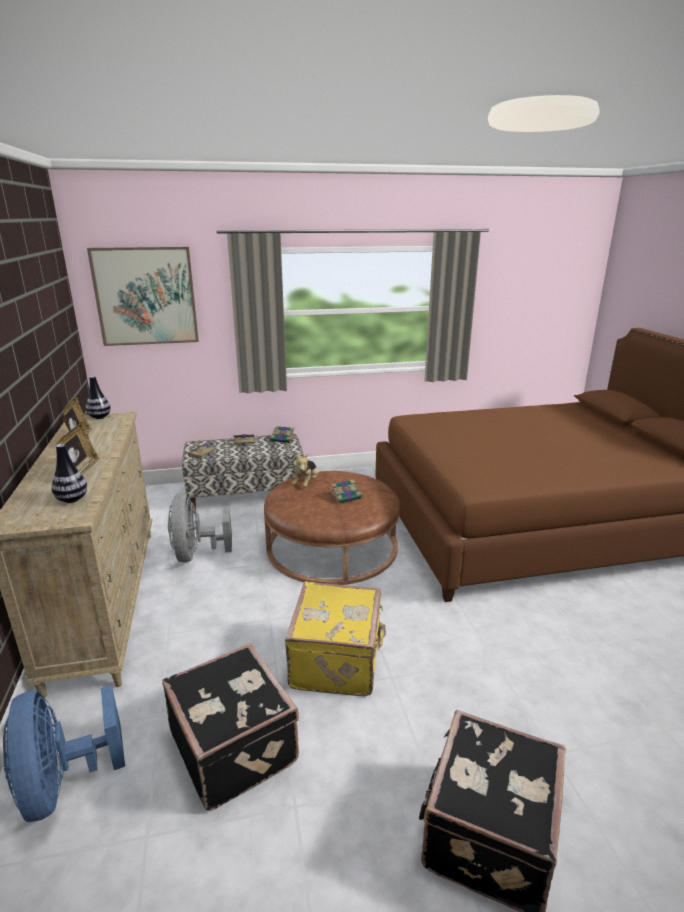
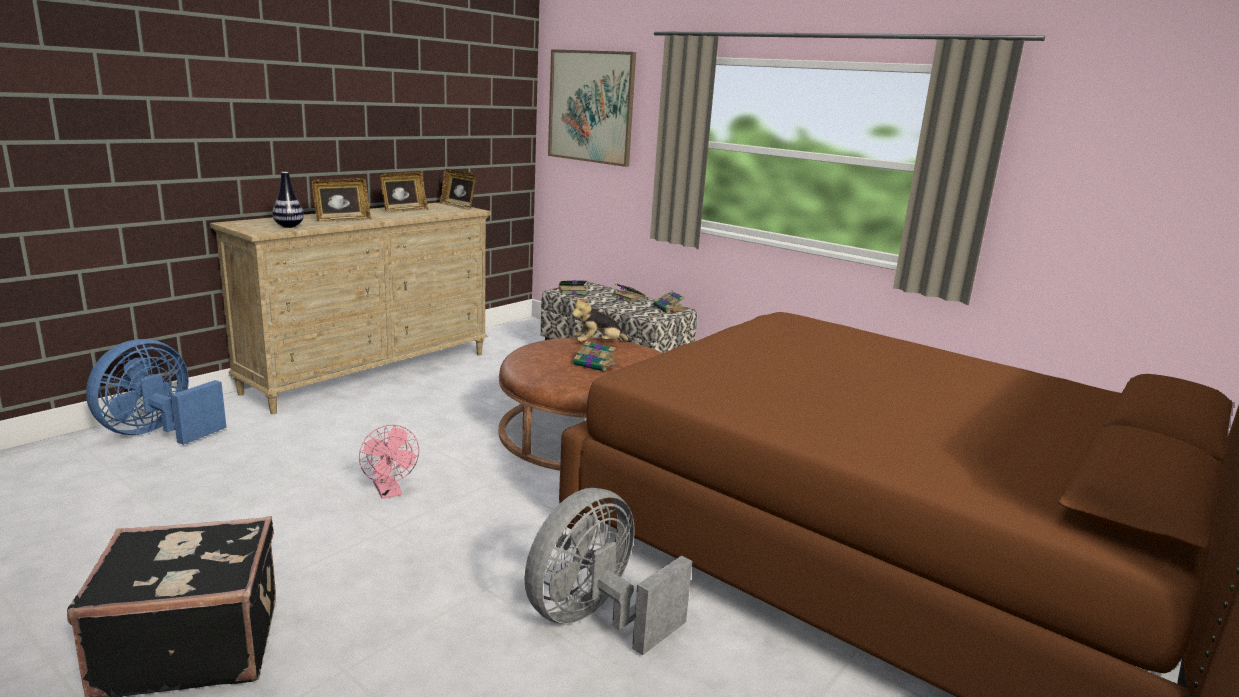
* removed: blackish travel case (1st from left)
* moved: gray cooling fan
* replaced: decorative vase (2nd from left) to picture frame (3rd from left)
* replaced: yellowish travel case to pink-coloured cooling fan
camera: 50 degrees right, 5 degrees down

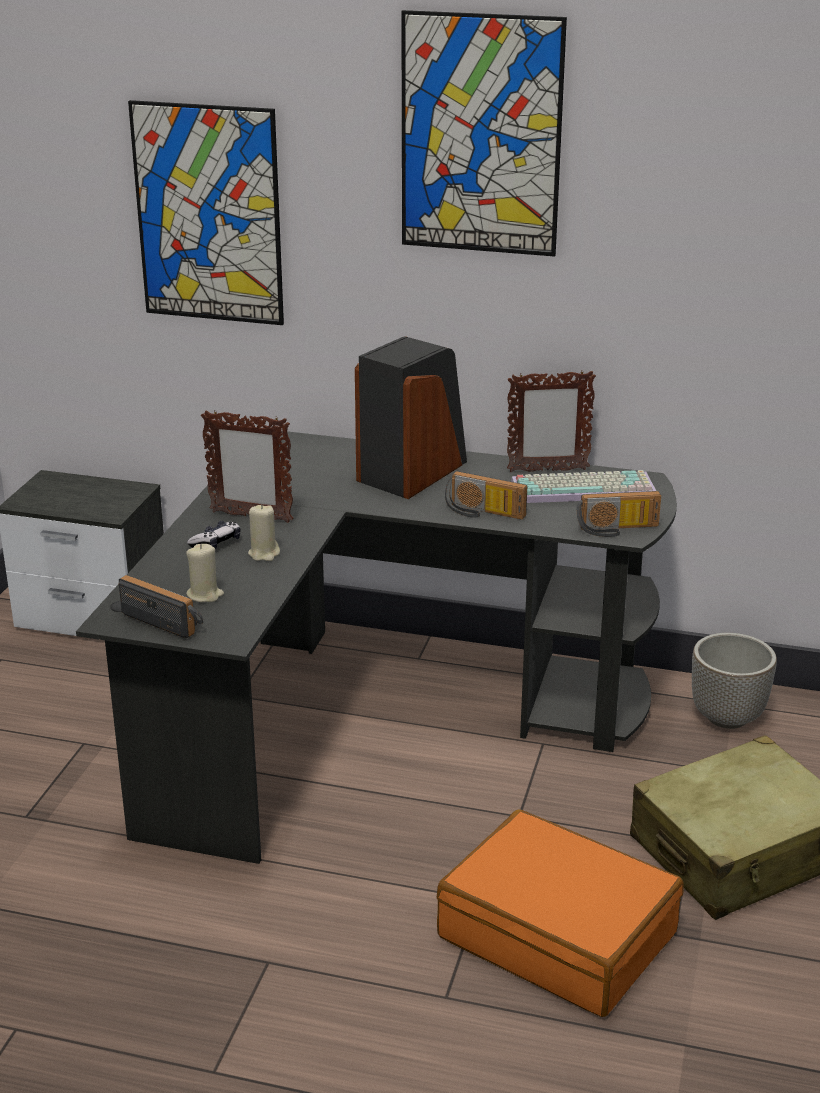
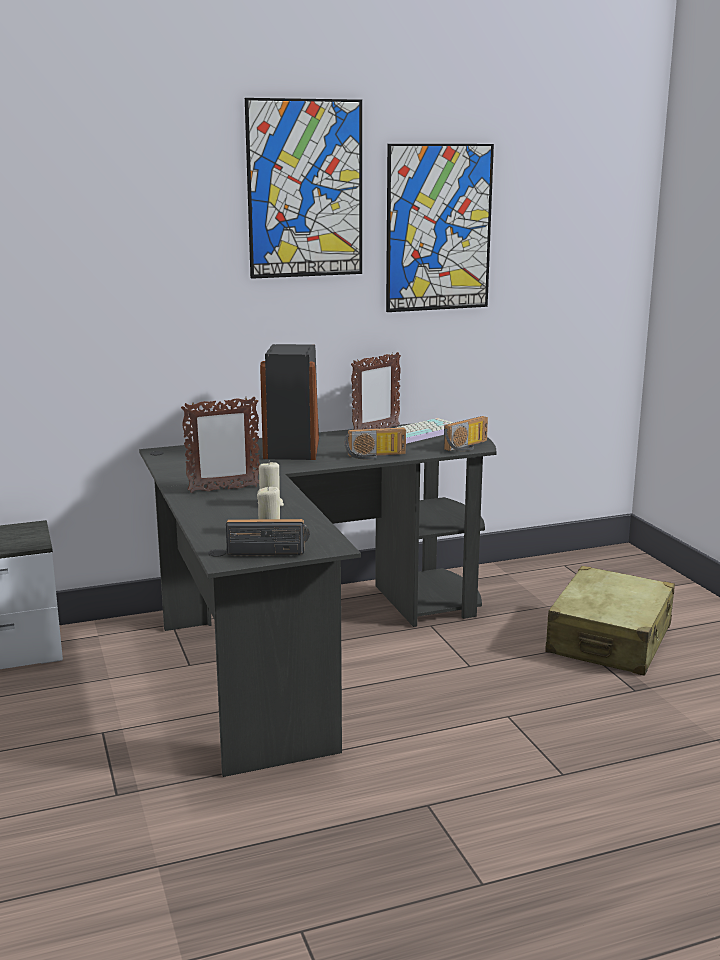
* removed: joypad
* removed: orangey travel case
* removed: plant pot
* moved: picture (1st from left in the first image) to picture (2nd from left)
camera: 35 degrees left, 10 degrees down

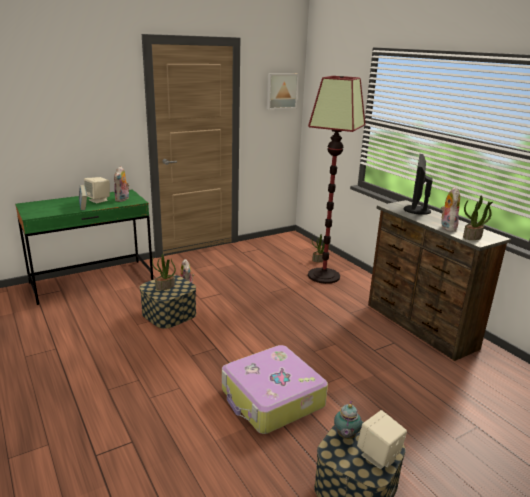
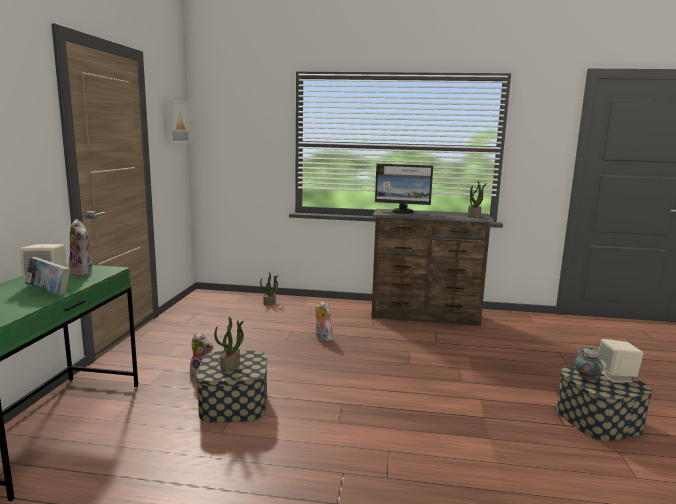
* removed: travel case
* removed: standing lamp
* moved: soft toy (3rd from left)
* turned: tea pot 150 degrees counterclockwise
* turned: monitor 45 degrees counterclockwise
camera: 50 degrees left, 10 degrees down

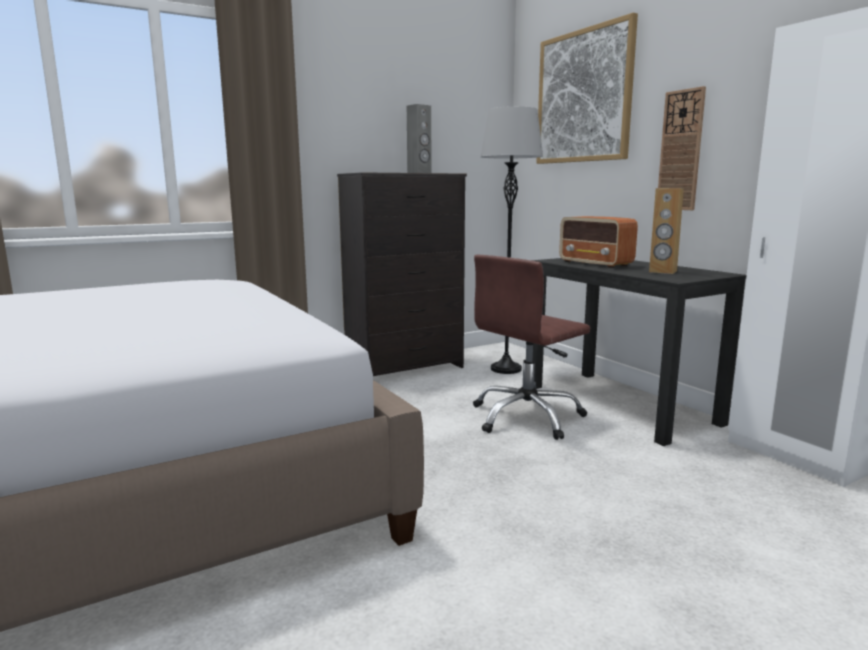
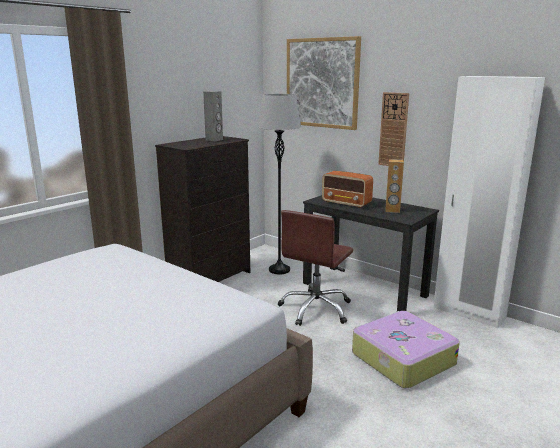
* added: travel case
camera: 20 degrees left, 5 degrees up

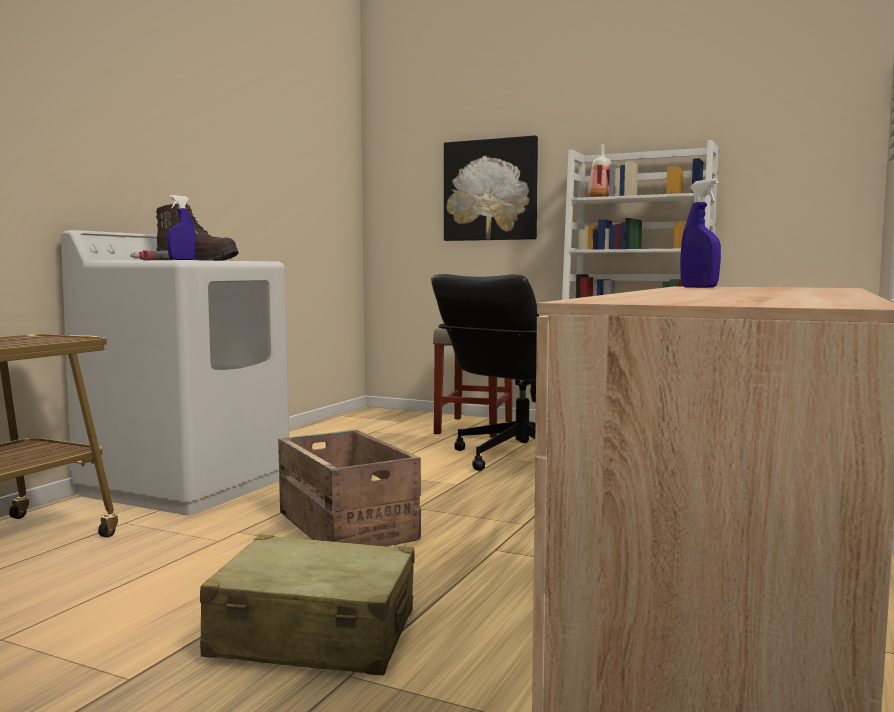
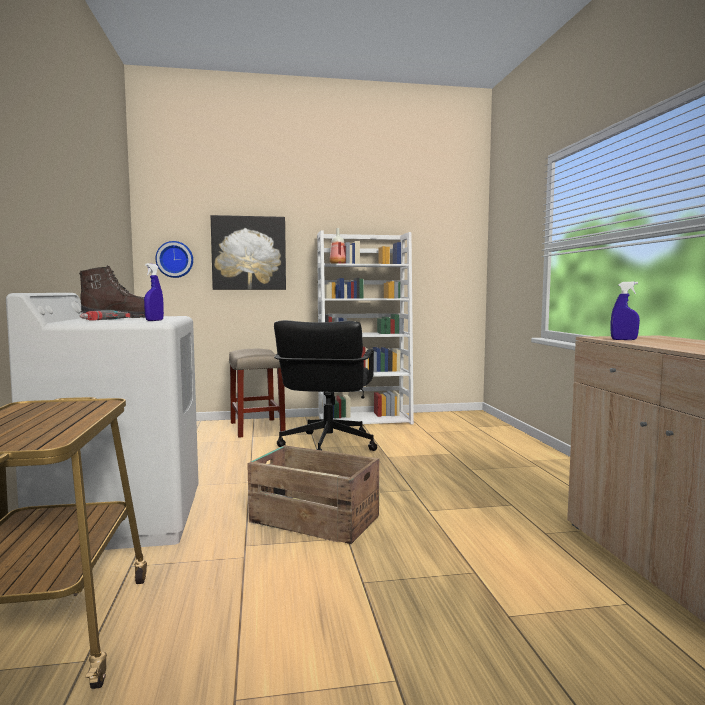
* removed: beige travel case
* added: hanging clock
camera: 35 degrees left, 0 degrees up

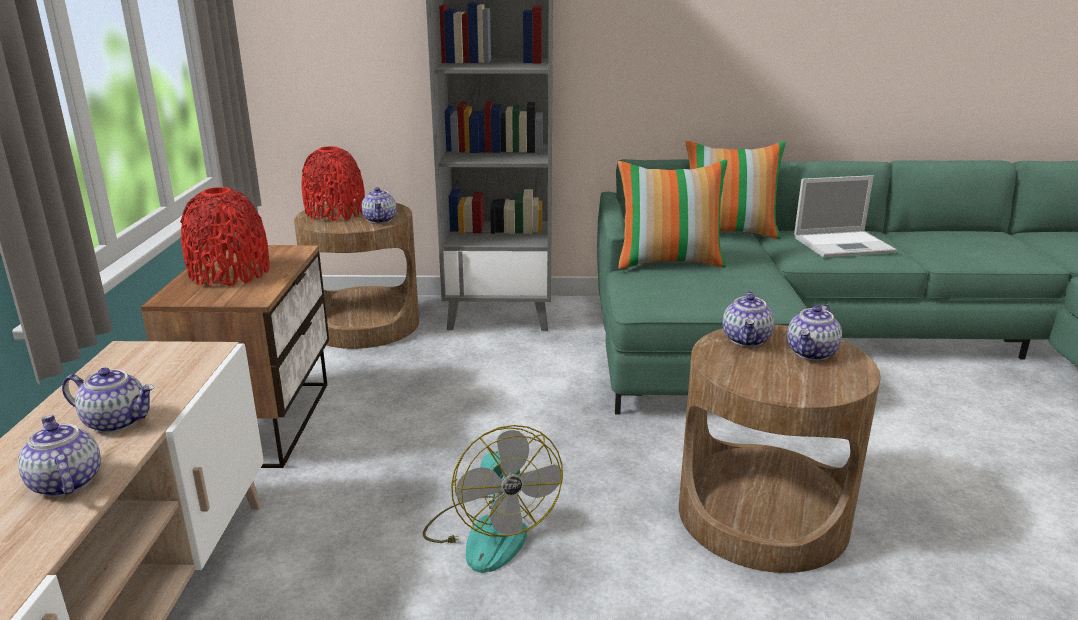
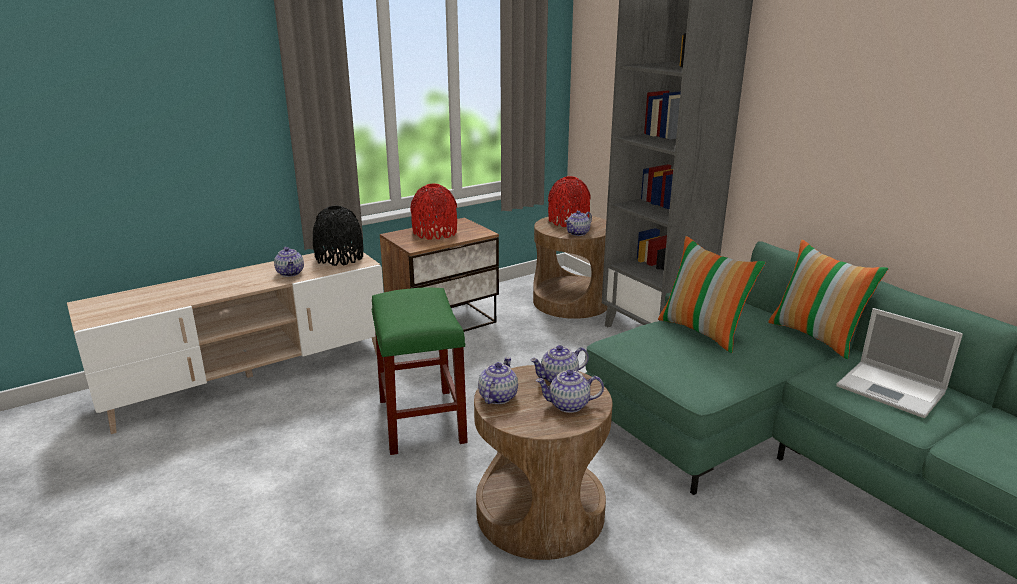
* added: blackish decorative vase
* moved: tea pot (1st from left in the first image) to tea pot (2nd from left)
* replaced: cooling fan to greenish stool seat
camera: 55 degrees right, 0 degrees up

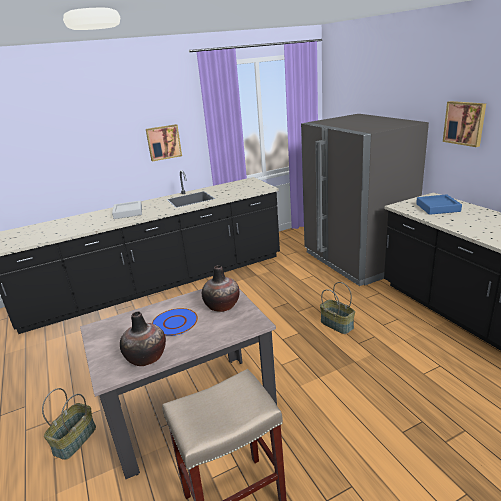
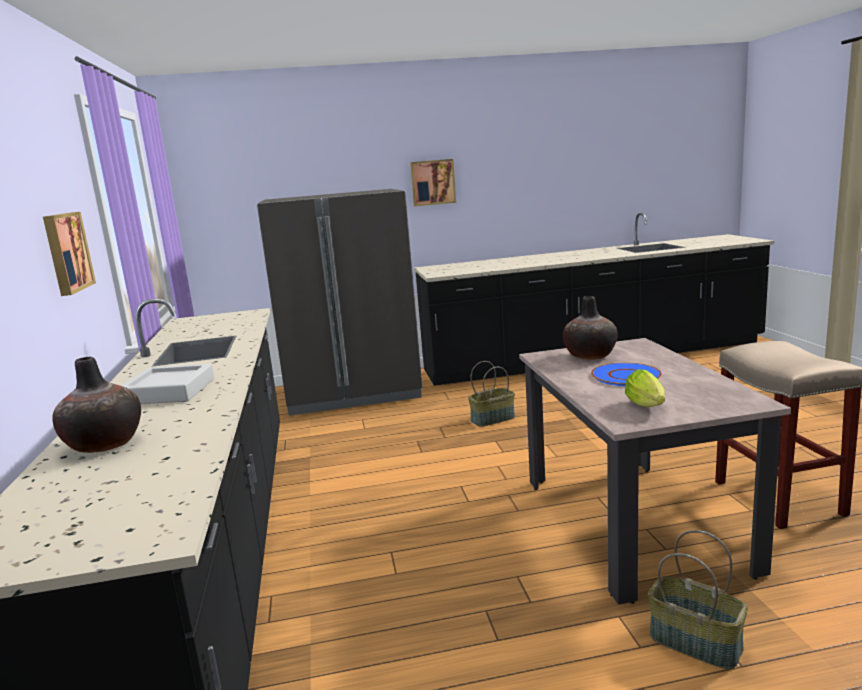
* removed: bluish serving tray
* added: head of lettuce
* moved: decorative vase (1st from left)
camera: 75 degrees left, 10 degrees down

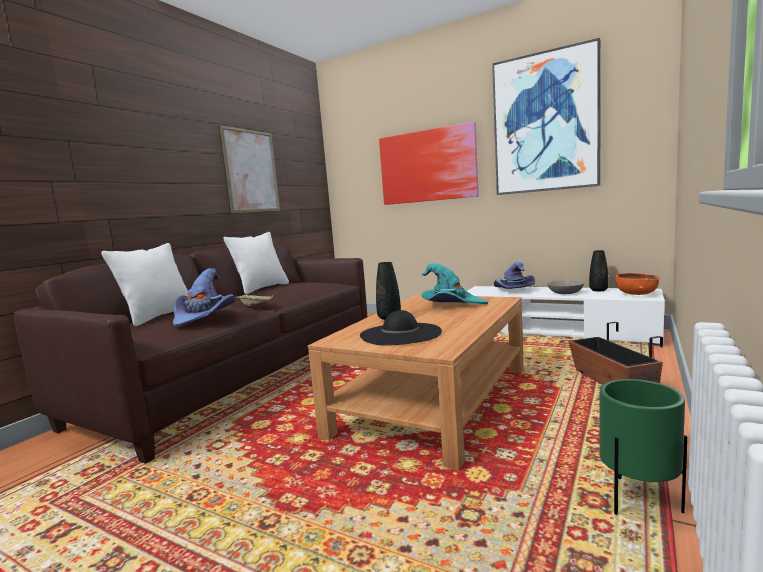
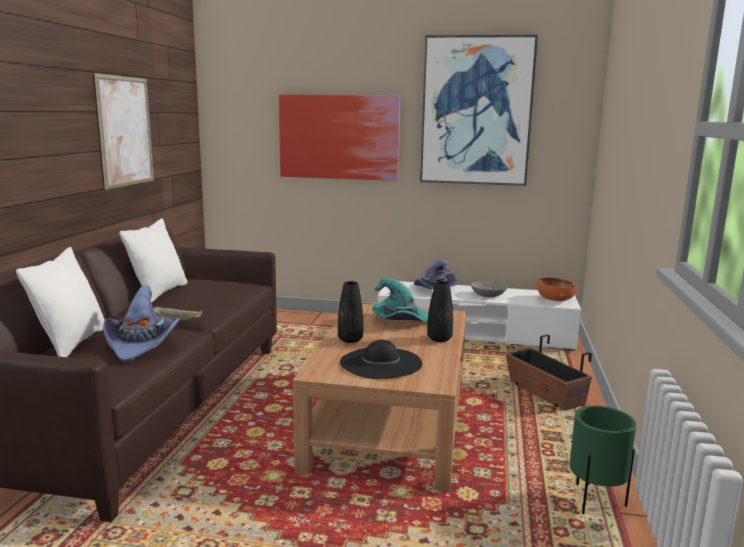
* moved: blackish decorative vase (2nd from left)
camera: 20 degrees left, 5 degrees up

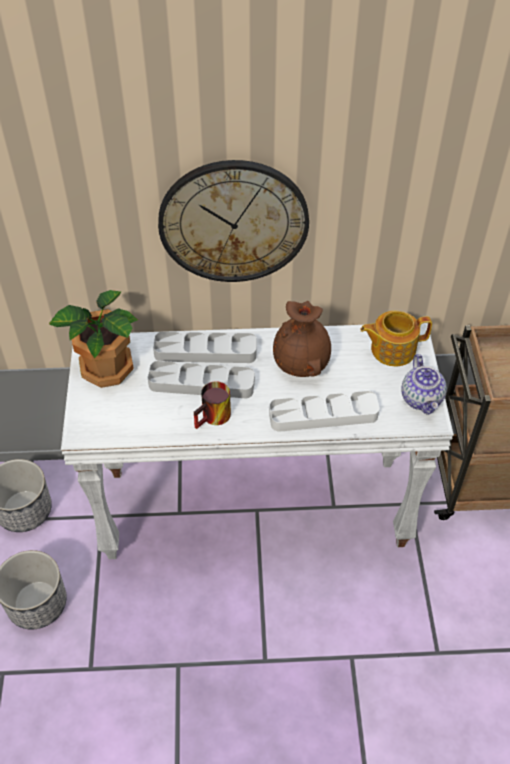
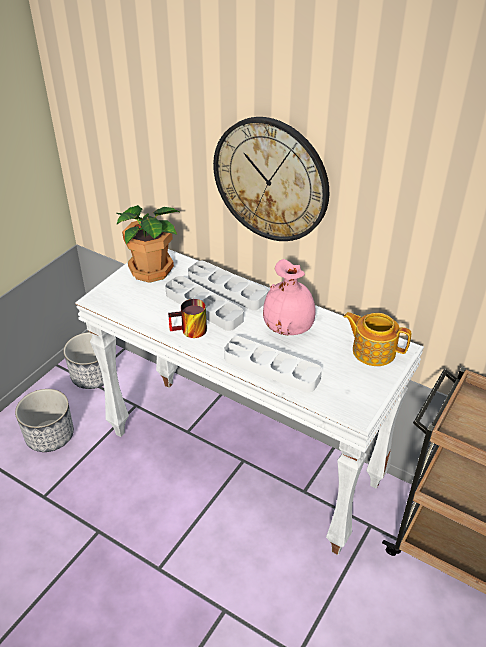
* removed: tea pot (2nd from left)
* recoloured: brown decorative vase to pink-coloured decorative vase
camera: 35 degrees right, 10 degrees down

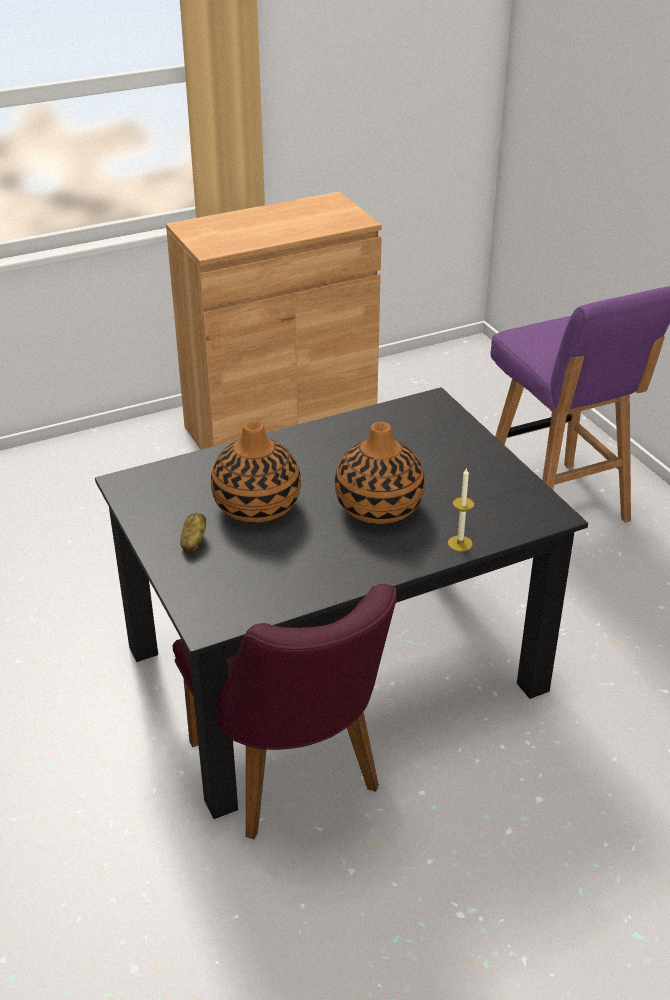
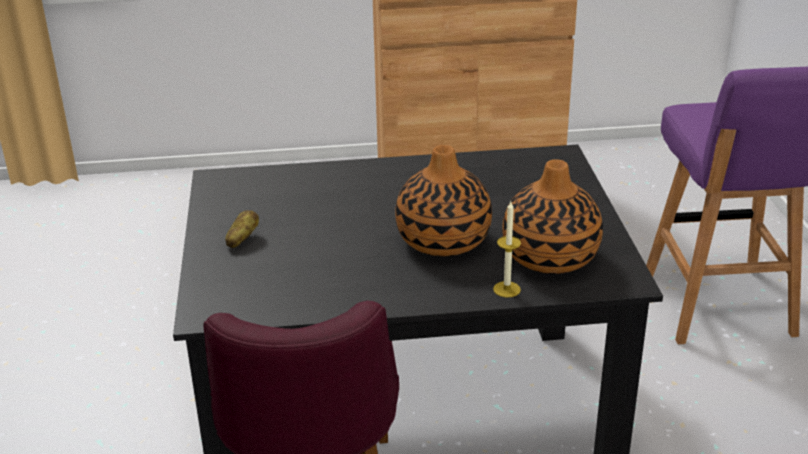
* moved: decorative vase (1st from left in the first image) to decorative vase (2nd from left)
camera: 20 degrees right, 5 degrees down

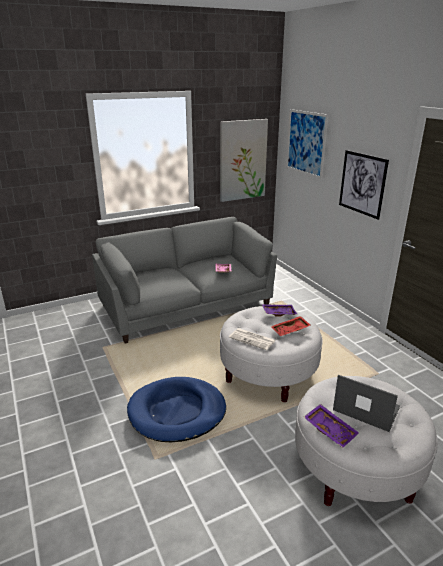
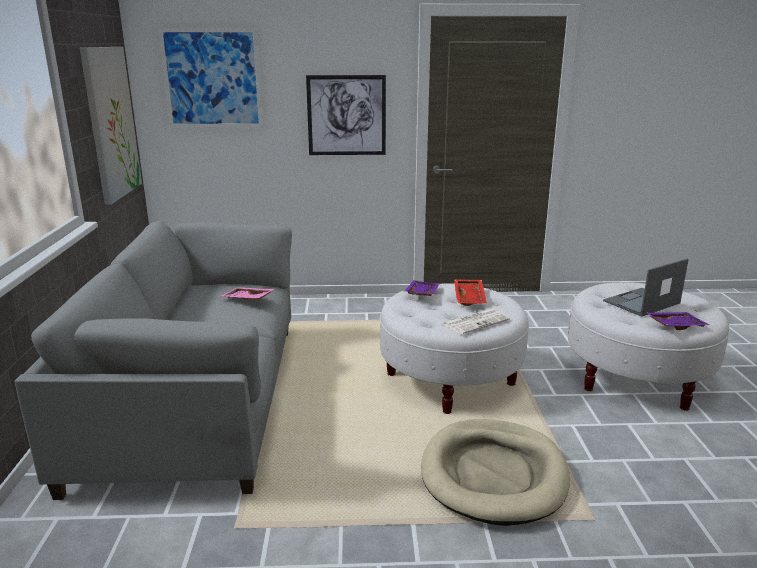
* recoloured: bluish dog bed to beige dog bed
camera: 65 degrees left, 5 degrees down

